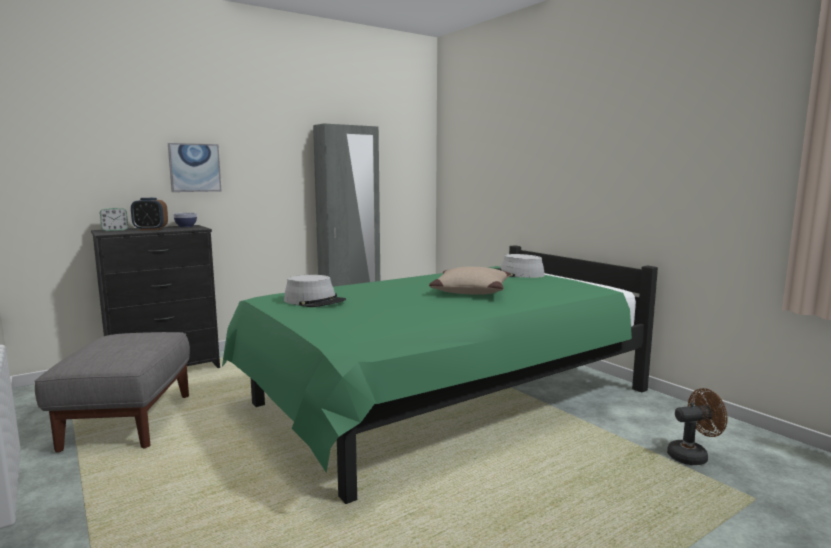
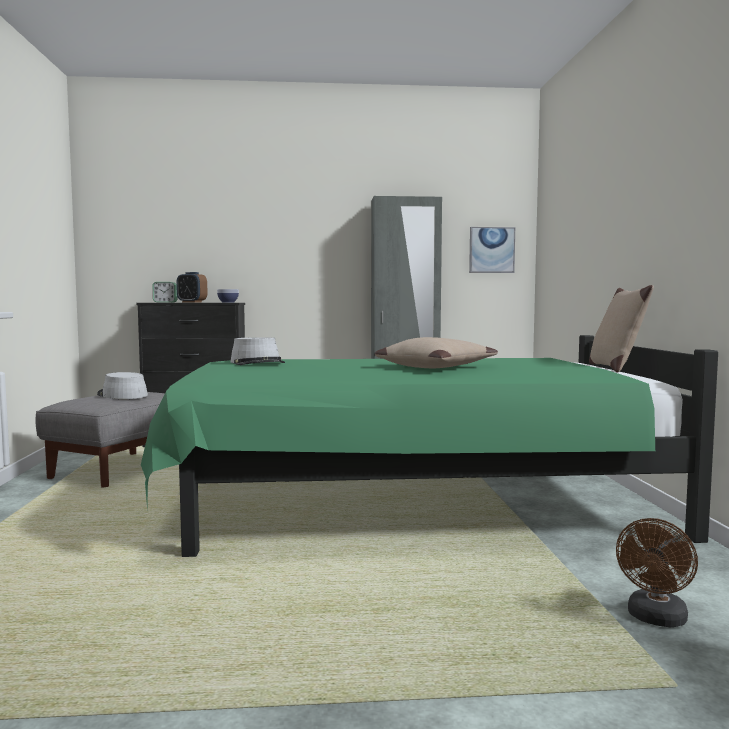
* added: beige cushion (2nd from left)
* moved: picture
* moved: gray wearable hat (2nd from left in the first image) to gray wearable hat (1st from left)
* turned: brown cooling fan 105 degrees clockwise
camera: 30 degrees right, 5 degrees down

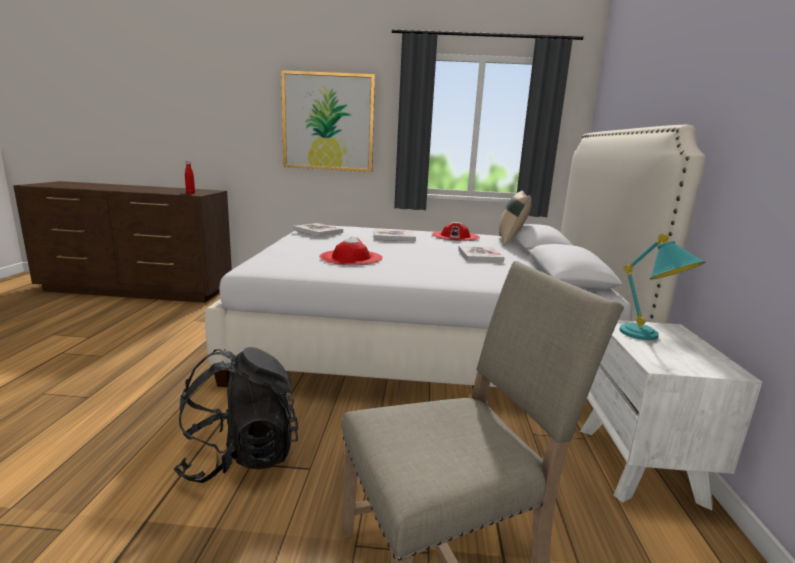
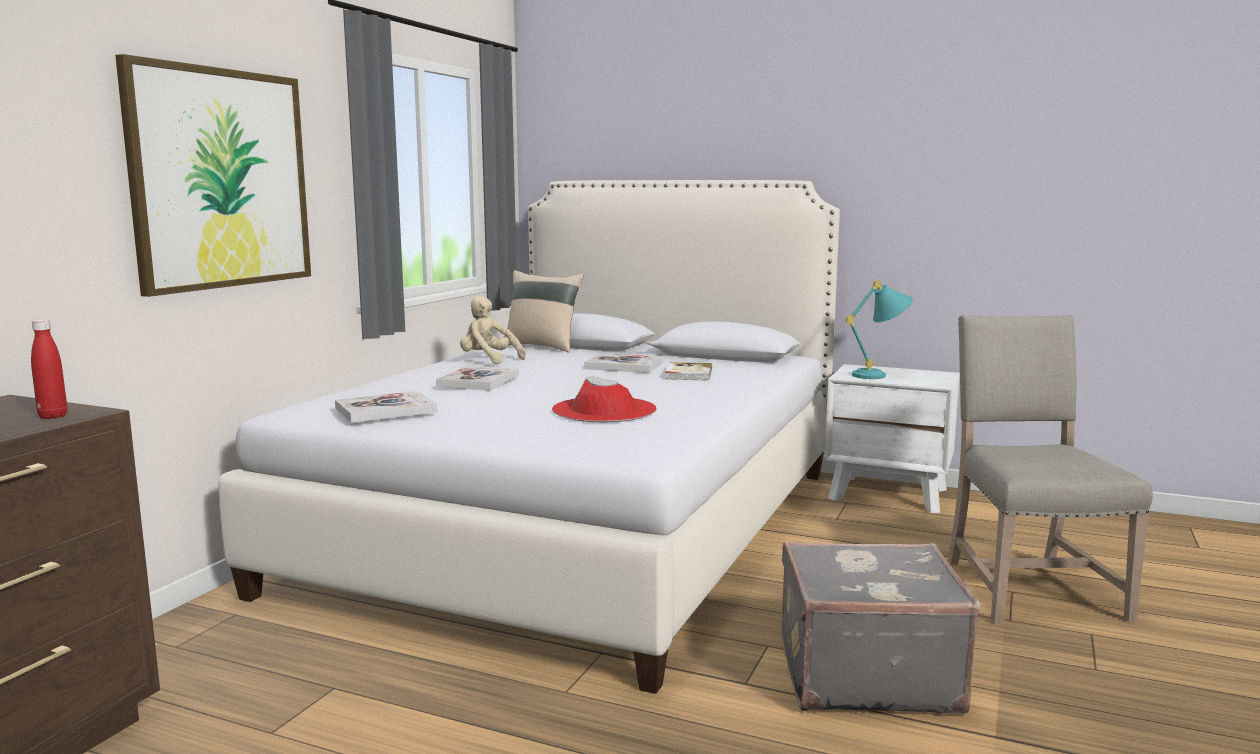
* added: bound book (4th from left)
* replaced: blackish backpack to gray travel case
* replaced: reddish wearable hat (2nd from left) to beige soft toy
camera: 70 degrees left, 5 degrees down

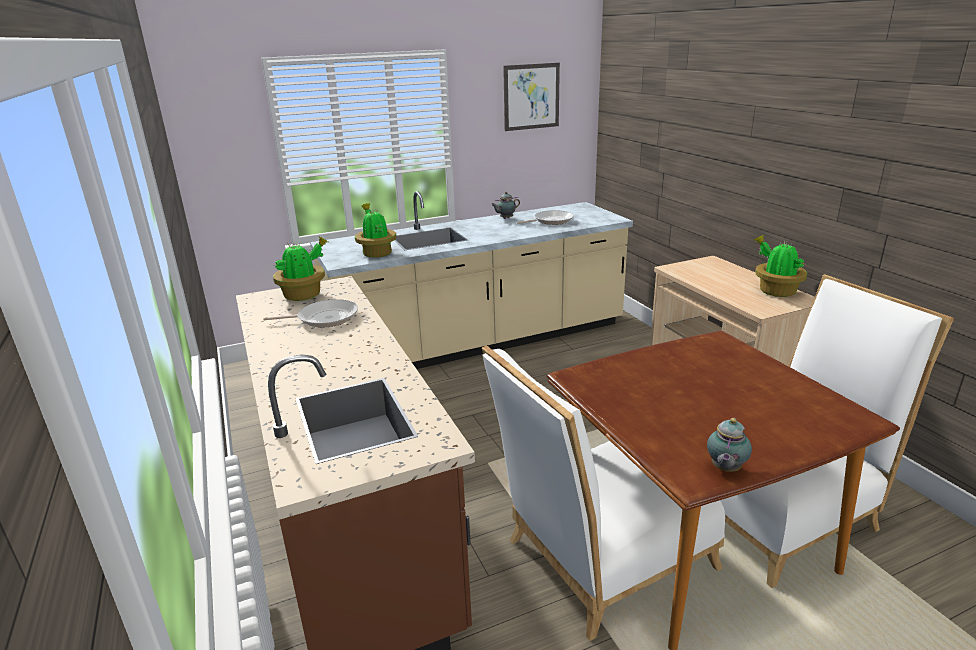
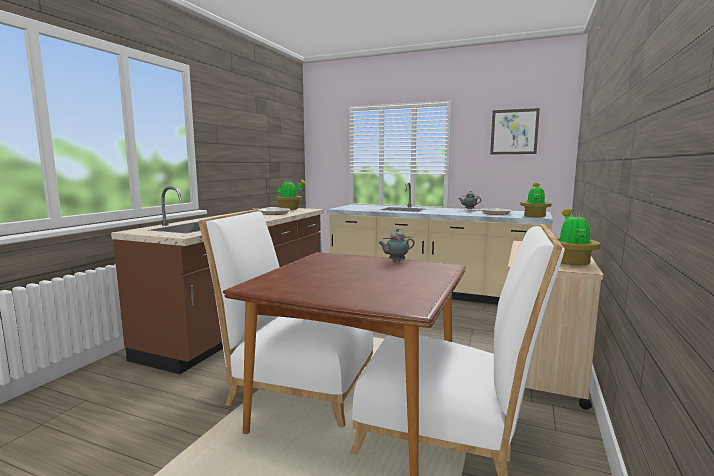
* moved: plant in a pot (2nd from left)
* moved: tea pot (2nd from left in the first image) to tea pot (1st from left)
camera: 45 degrees right, 15 degrees down

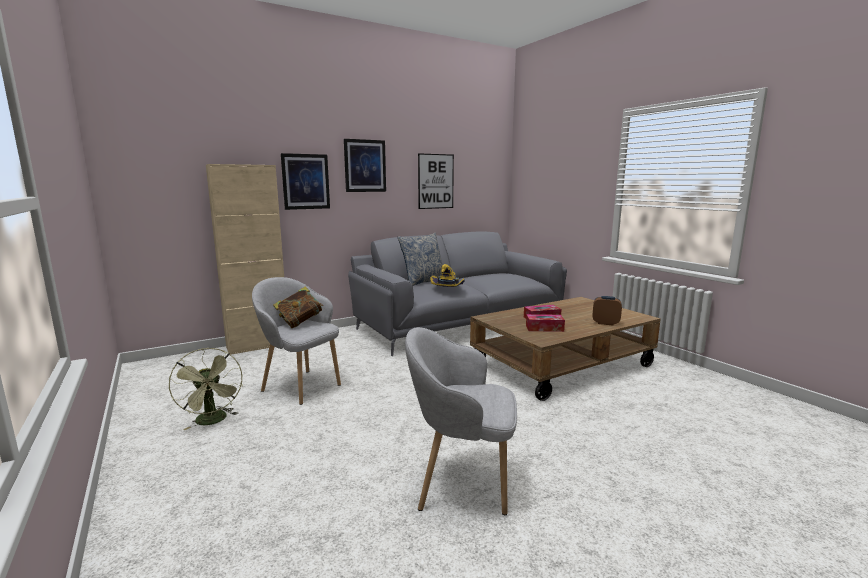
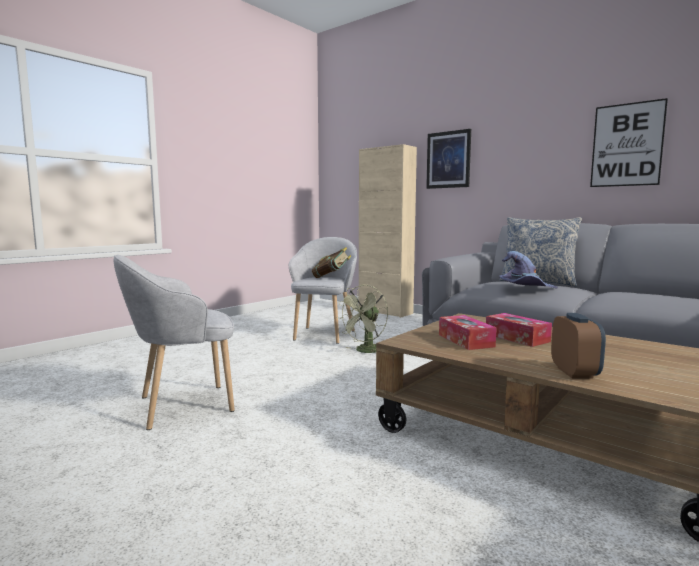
* removed: picture (2nd from left)
* moved: greenish cooling fan
* recoloured: yellowish wearable hat to purple-coloured wearable hat
* turned: gray lounge chair (2nd from left in the first image) 105 degrees counterclockwise
camera: 70 degrees right, 5 degrees down

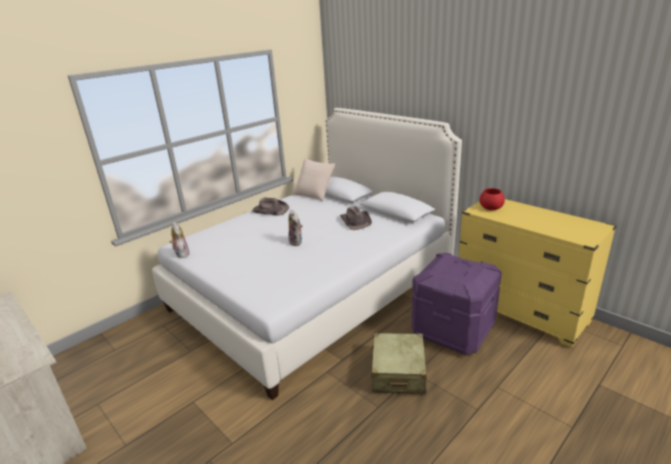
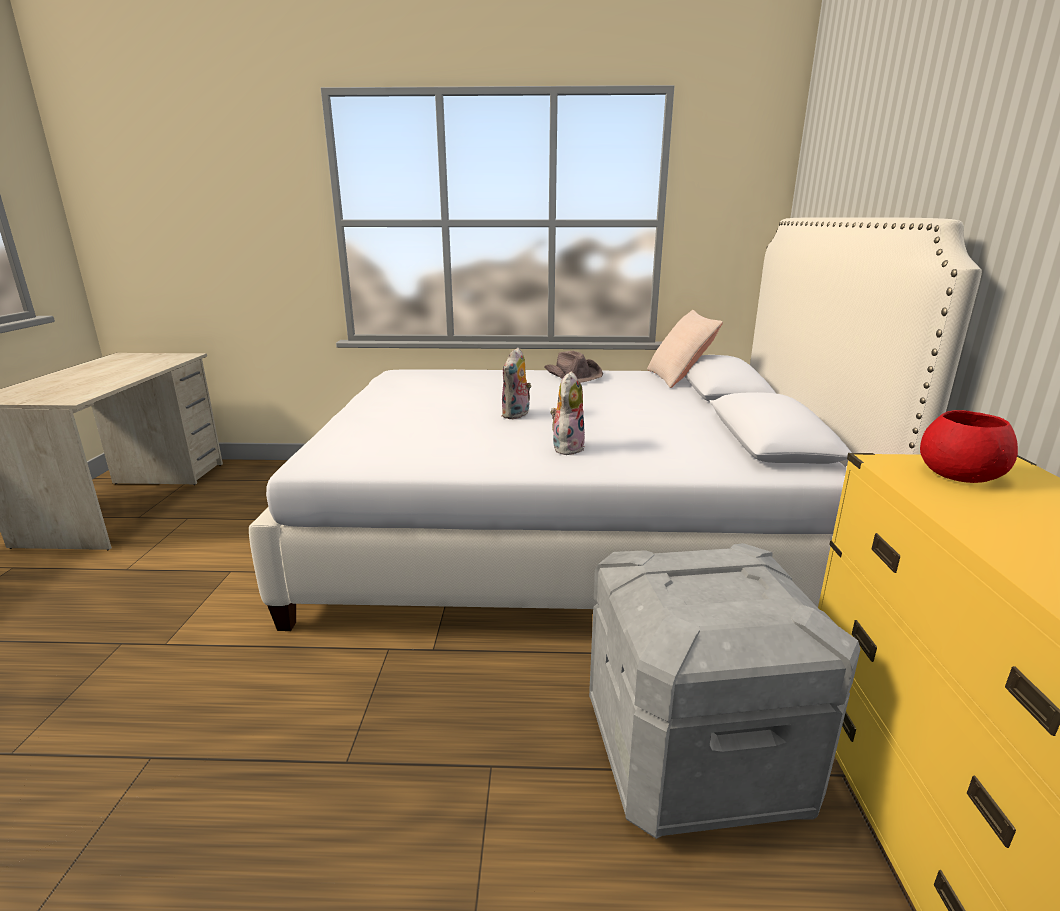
* removed: brown wearable hat (2nd from left)
* removed: beige travel case
* moved: soft toy (1st from left in the first image) to soft toy (2nd from left)
* recoloured: purple-coloured storage bin to gray storage bin
camera: 45 degrees right, 5 degrees down

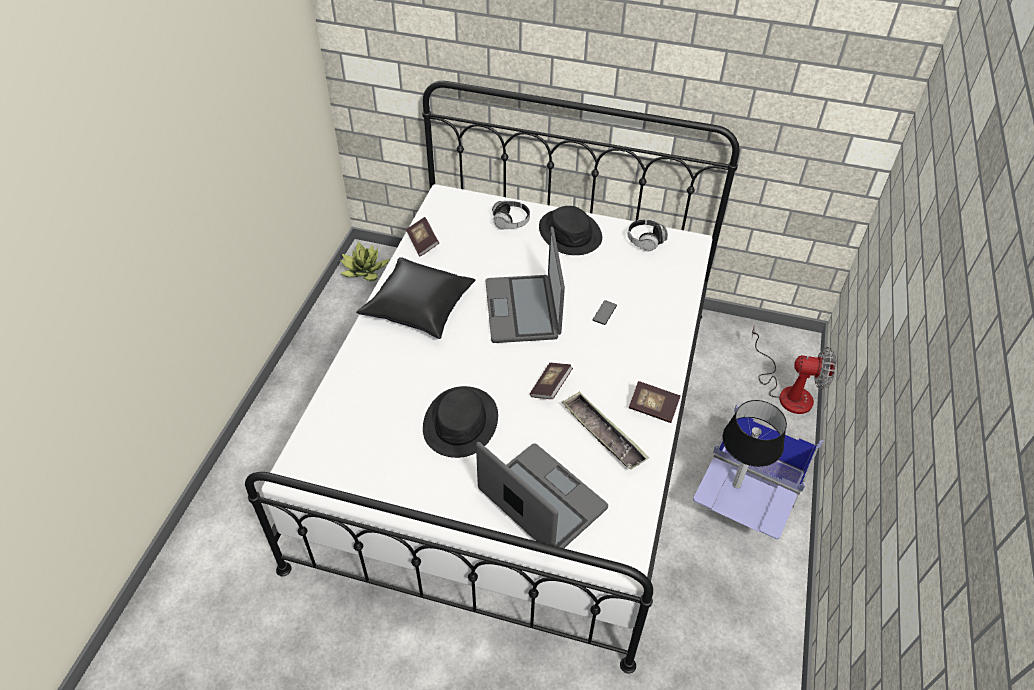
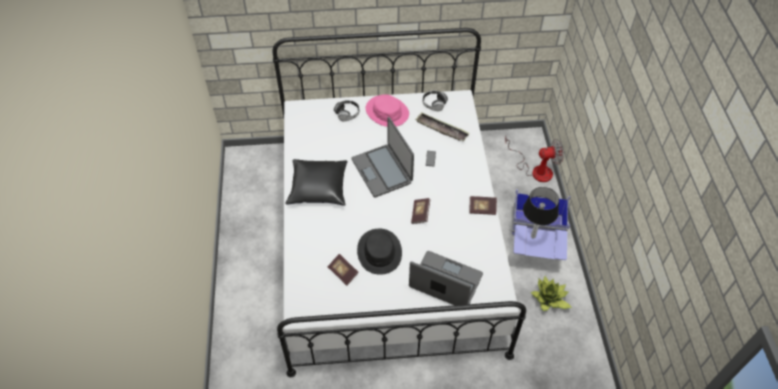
* moved: plant in a pot
* moved: bound book (1st from left)
* moved: serving tray
* recoloured: blackish wearable hat (2nd from left) to pink-coloured wearable hat
camera: 20 degrees left, 5 degrees up

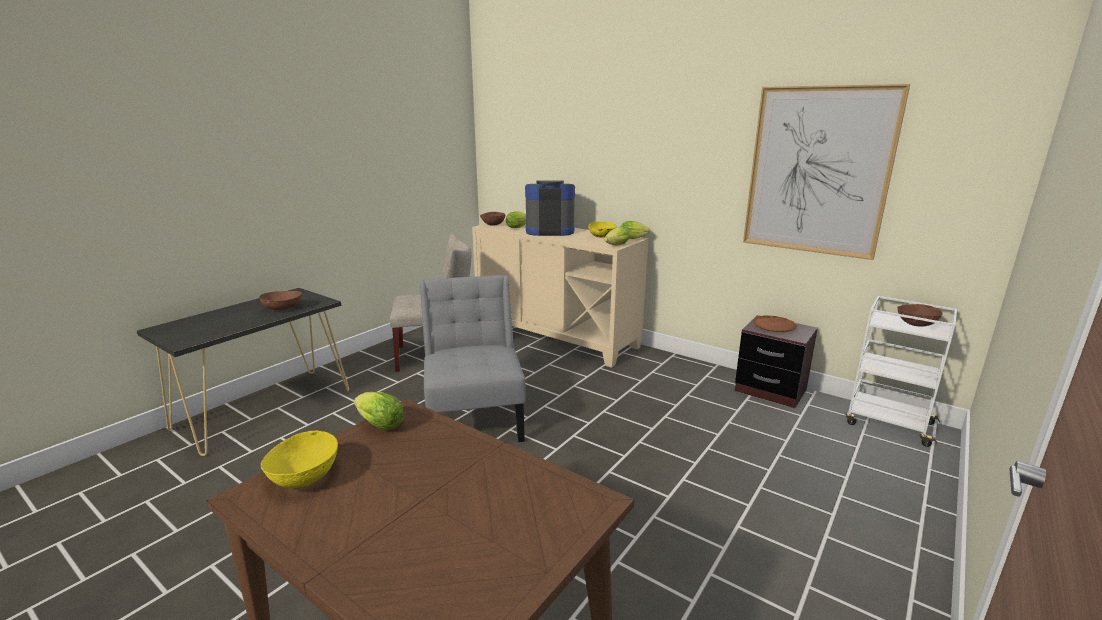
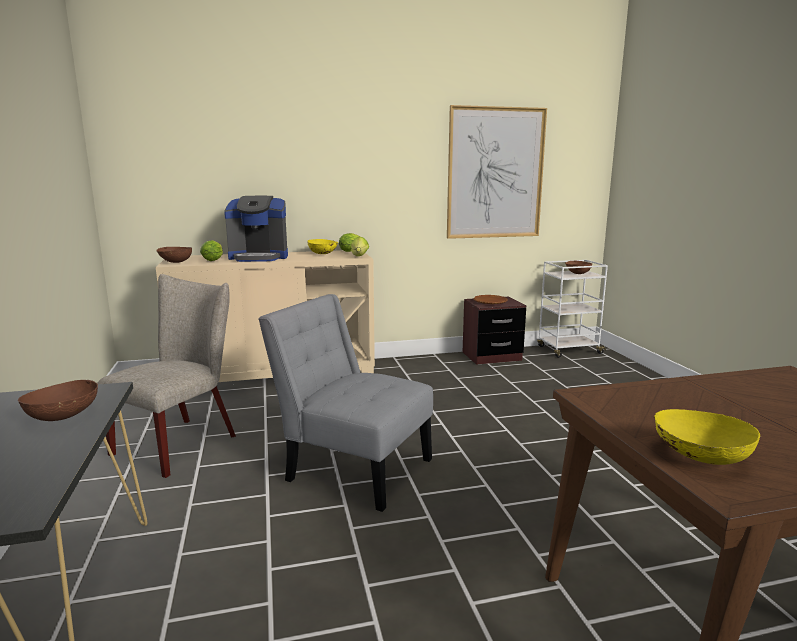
* removed: head of lettuce (1st from left)
* turned: coffee brewer 135 degrees counterclockwise
camera: 50 degrees left, 5 degrees down

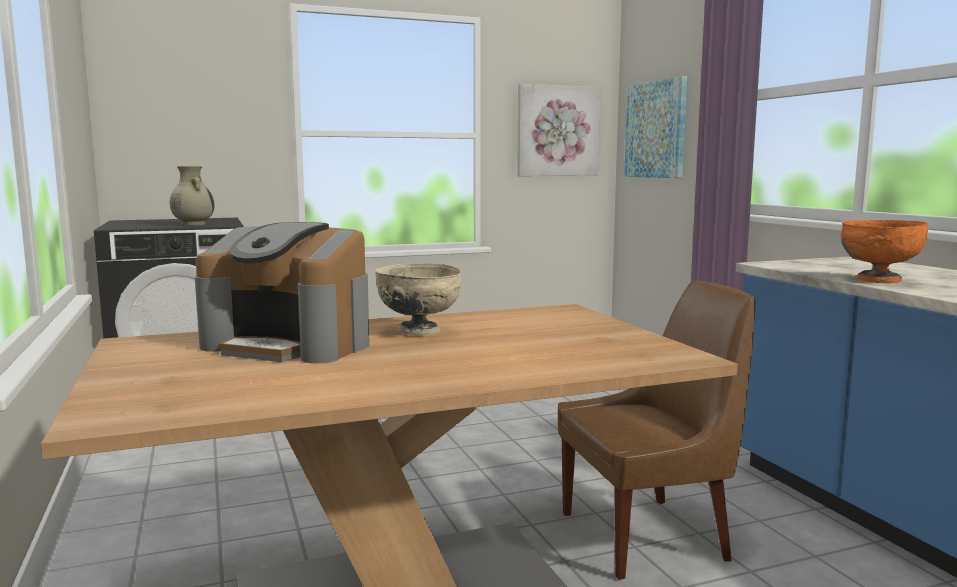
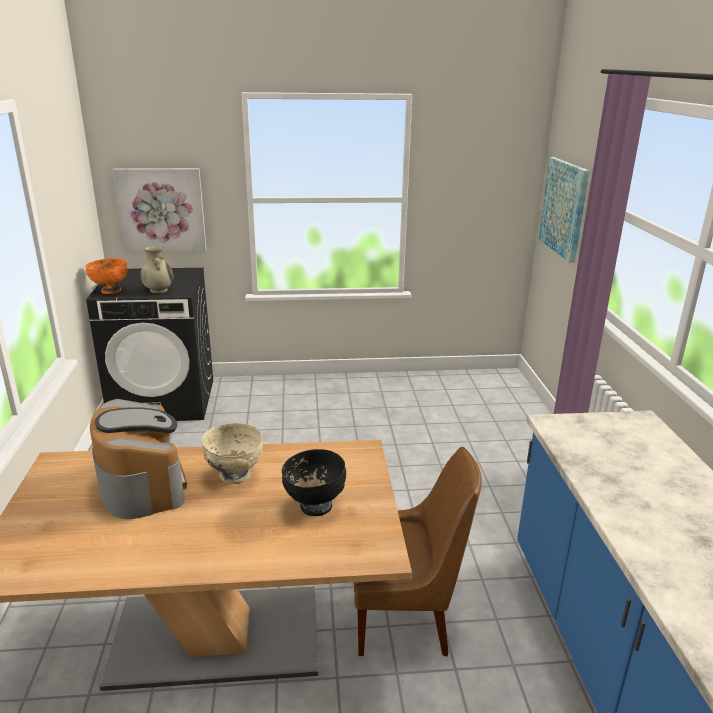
* added: blackish serving bowl
* moved: picture (1st from left)
* moved: orangey serving bowl
* turned: coffee brewer 150 degrees counterclockwise
camera: 15 degrees right, 15 degrees up

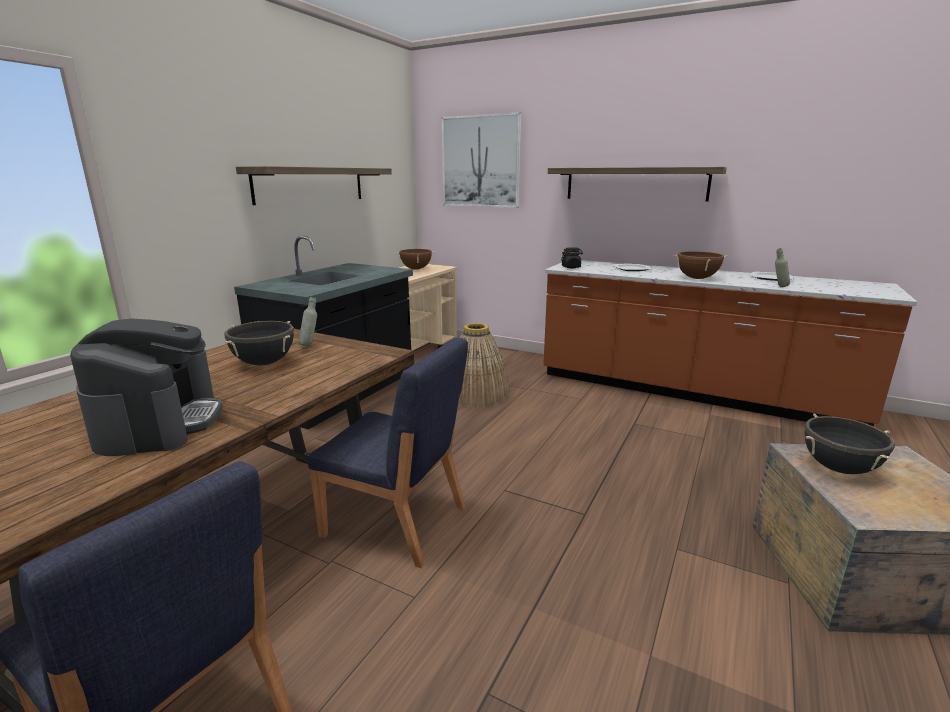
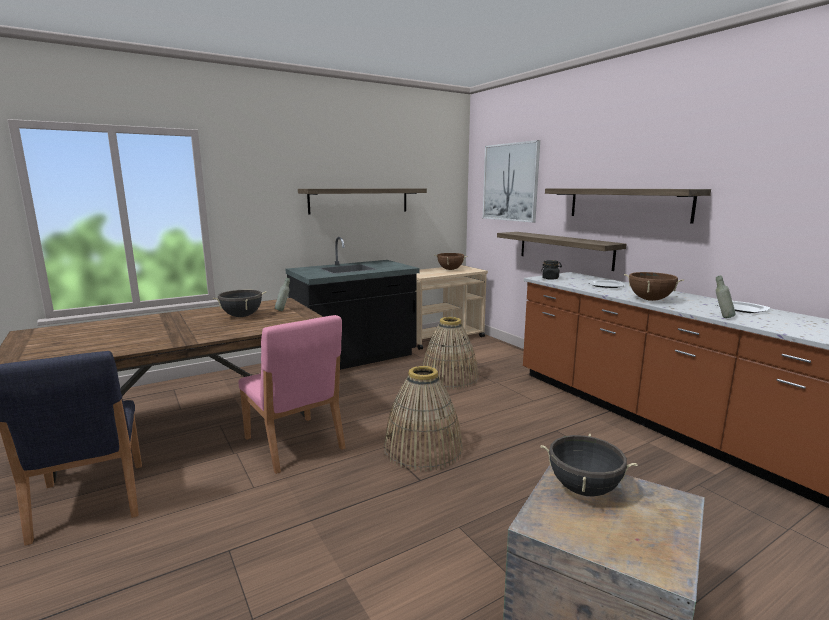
* removed: coffee brewer
* added: storage basket (1st from left)
* added: shelf (2nd from left)
* recoloured: bluish upright chair (2nd from left) to pink-coloured upright chair
camera: 30 degrees right, 5 degrees down

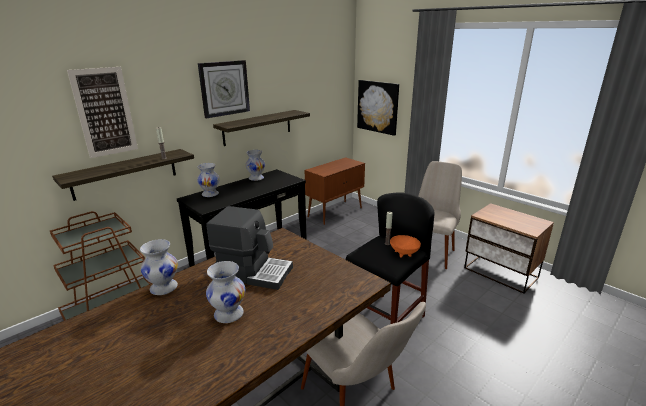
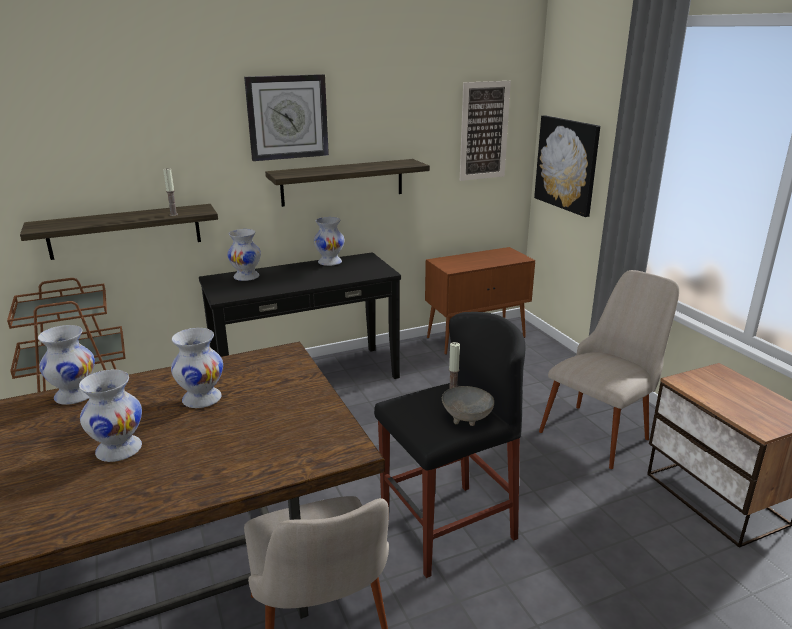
* moved: picture (1st from left)
* replaced: coffee brewer to whitish decorative vase (3rd from left)
* recoloured: orangey serving bowl to gray serving bowl
camera: 20 degrees right, 0 degrees up

